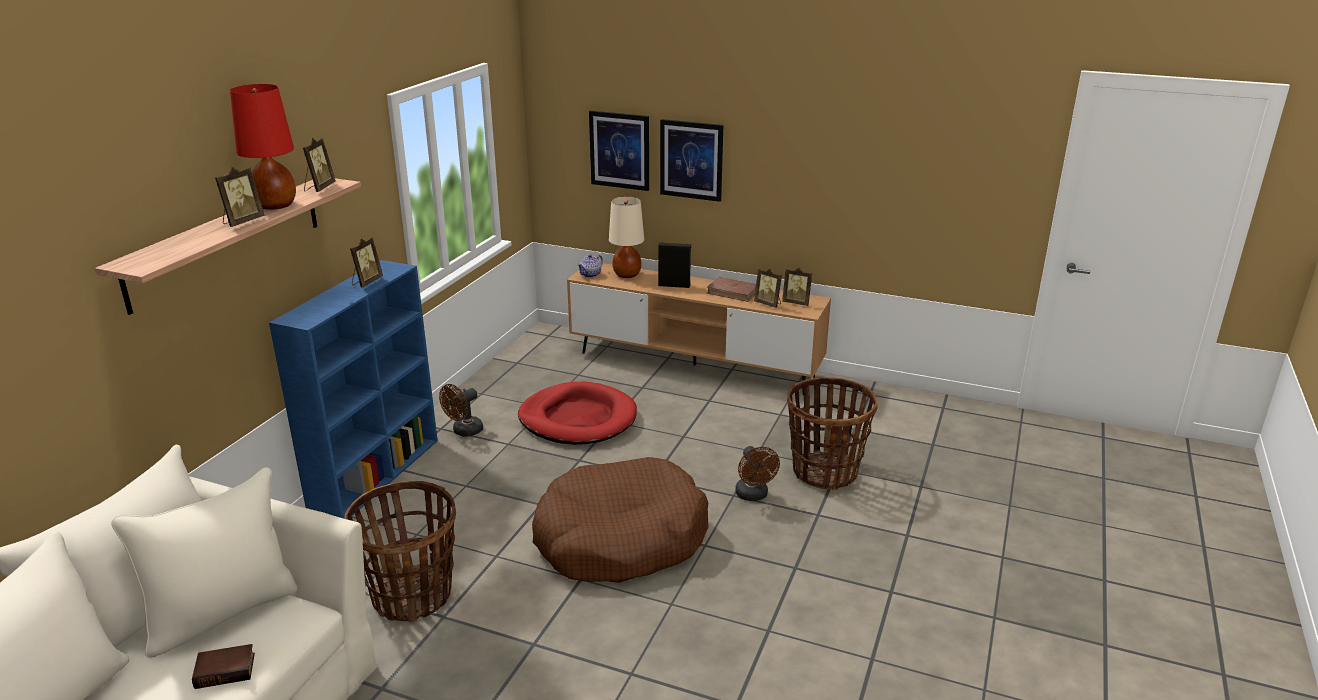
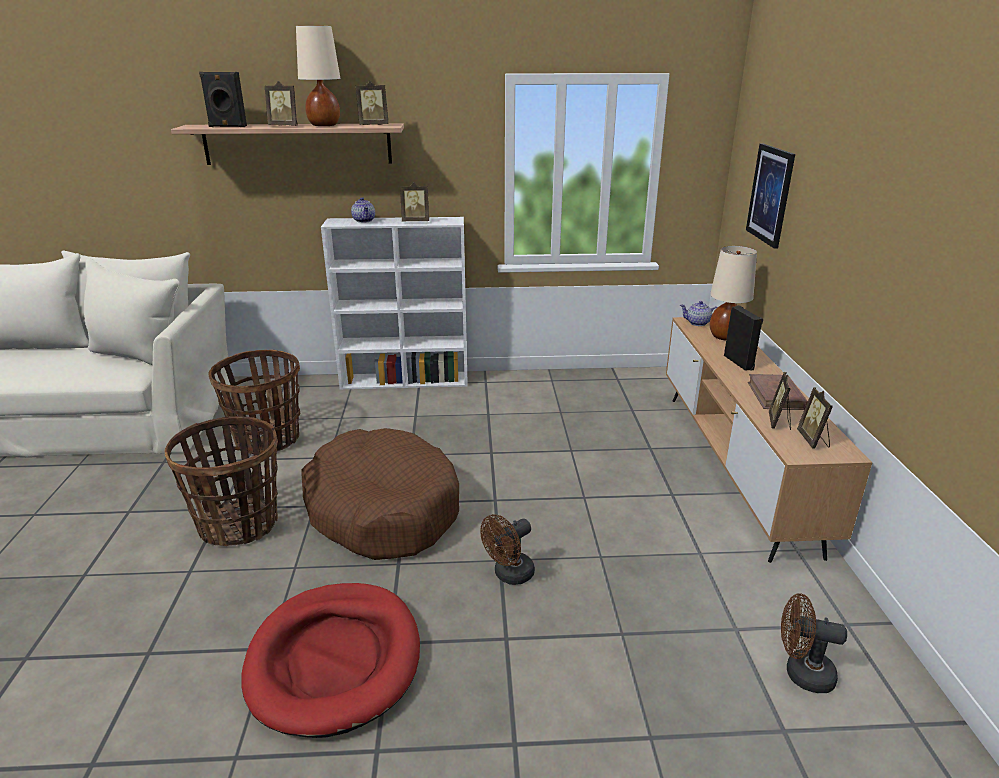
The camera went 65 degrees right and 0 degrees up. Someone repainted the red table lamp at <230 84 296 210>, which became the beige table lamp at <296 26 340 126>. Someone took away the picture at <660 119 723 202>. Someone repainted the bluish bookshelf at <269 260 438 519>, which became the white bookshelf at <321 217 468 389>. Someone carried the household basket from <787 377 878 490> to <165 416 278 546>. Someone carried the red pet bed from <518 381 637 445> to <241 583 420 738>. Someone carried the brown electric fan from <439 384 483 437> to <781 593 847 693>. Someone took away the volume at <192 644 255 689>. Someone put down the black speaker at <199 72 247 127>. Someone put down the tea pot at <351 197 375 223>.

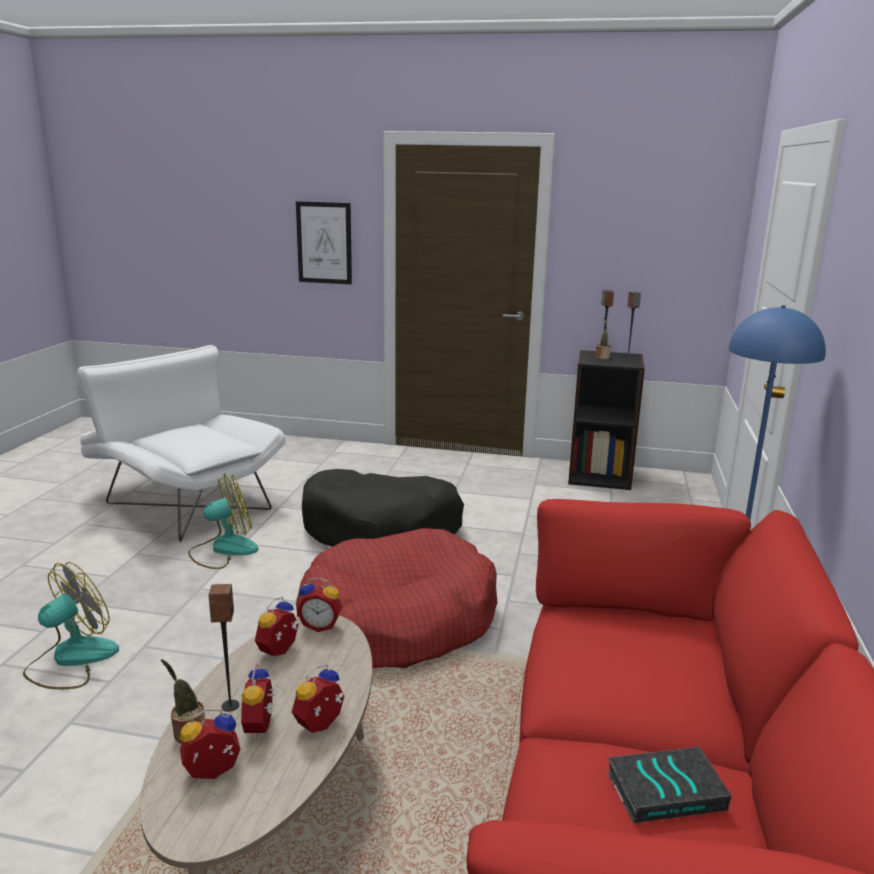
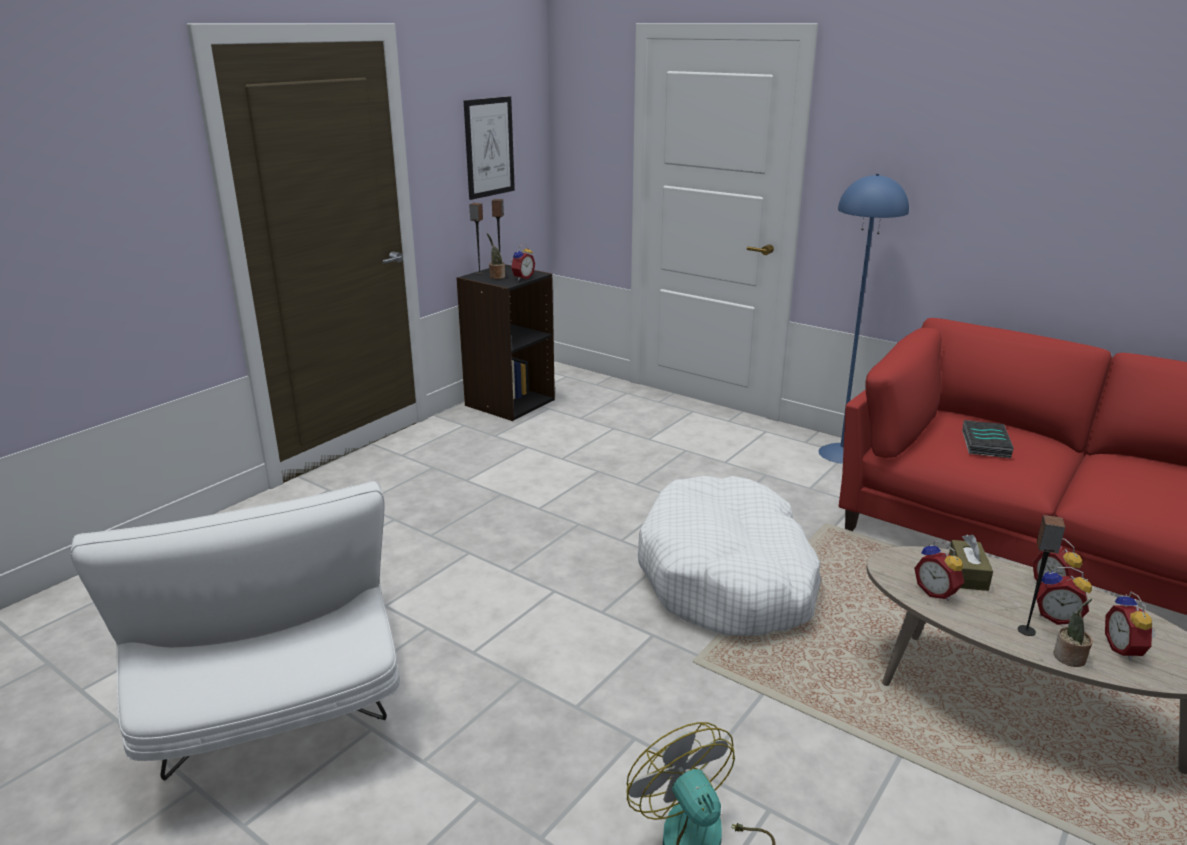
The camera went 65 degrees left and 5 degrees up. Someone carried the picture from <296 201 352 284> to <464 96 515 200>. Someone rotated the white lounge chair at <77 345 286 542> by 90 degrees counterclockwise. Someone took away the black pet bed at <302 469 464 547>. Someone took away the electric fan at <188 474 259 569>. Someone repainted the red pet bed at <296 528 498 668>, which became the white pet bed at <638 476 821 636>. Someone carried the alarm clock from <297 577 343 632> to <511 244 535 281>. Someone carried the volume from <607 747 732 823> to <962 420 1014 458>. Someone put down the brown tissue holder at <949 534 993 591>.

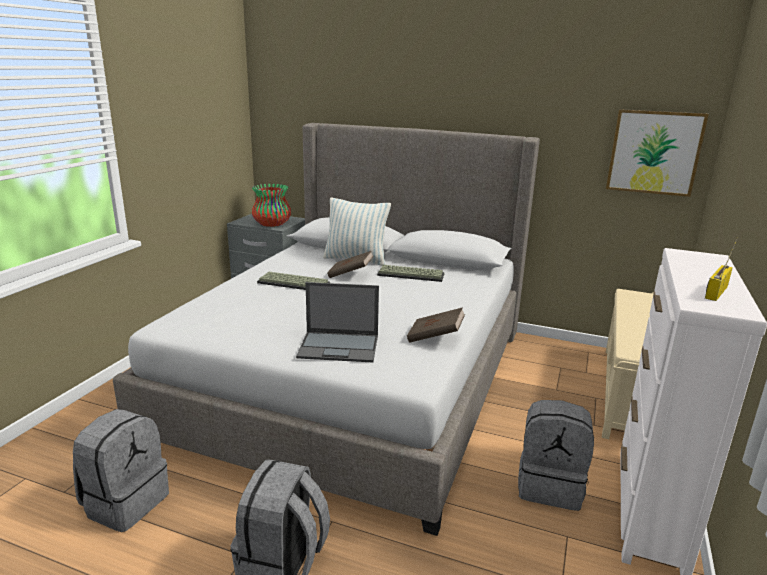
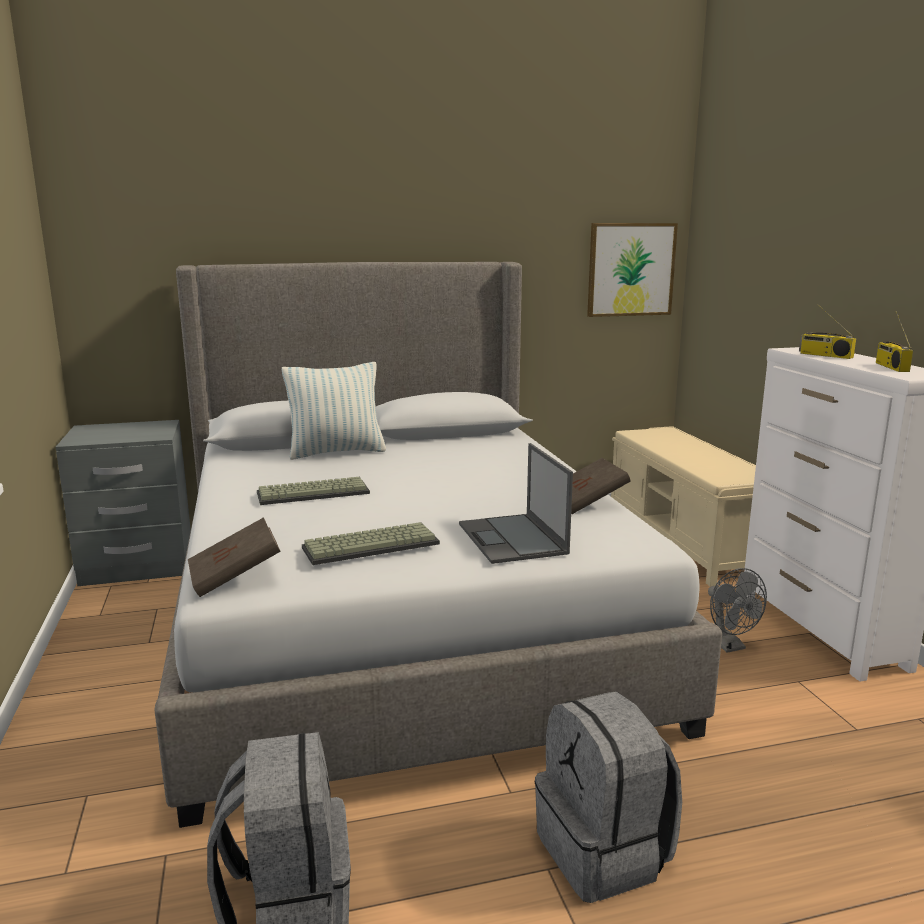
The camera went 35 degrees left and 5 degrees down. Someone took away the vase at <252 184 291 227>. Someone carried the brown volume from <327 251 374 278> to <188 517 281 597>. Someone carried the PC keyboard from <377 265 445 282> to <302 522 440 565>. Someone rotated the portable computer at <296 282 379 363> by 105 degrees clockwise. Someone swapped the greyish backpack at <518 400 594 511> for the greyish electric fan at <708 568 767 653>. Someone put down the radio at <799 304 856 359>.

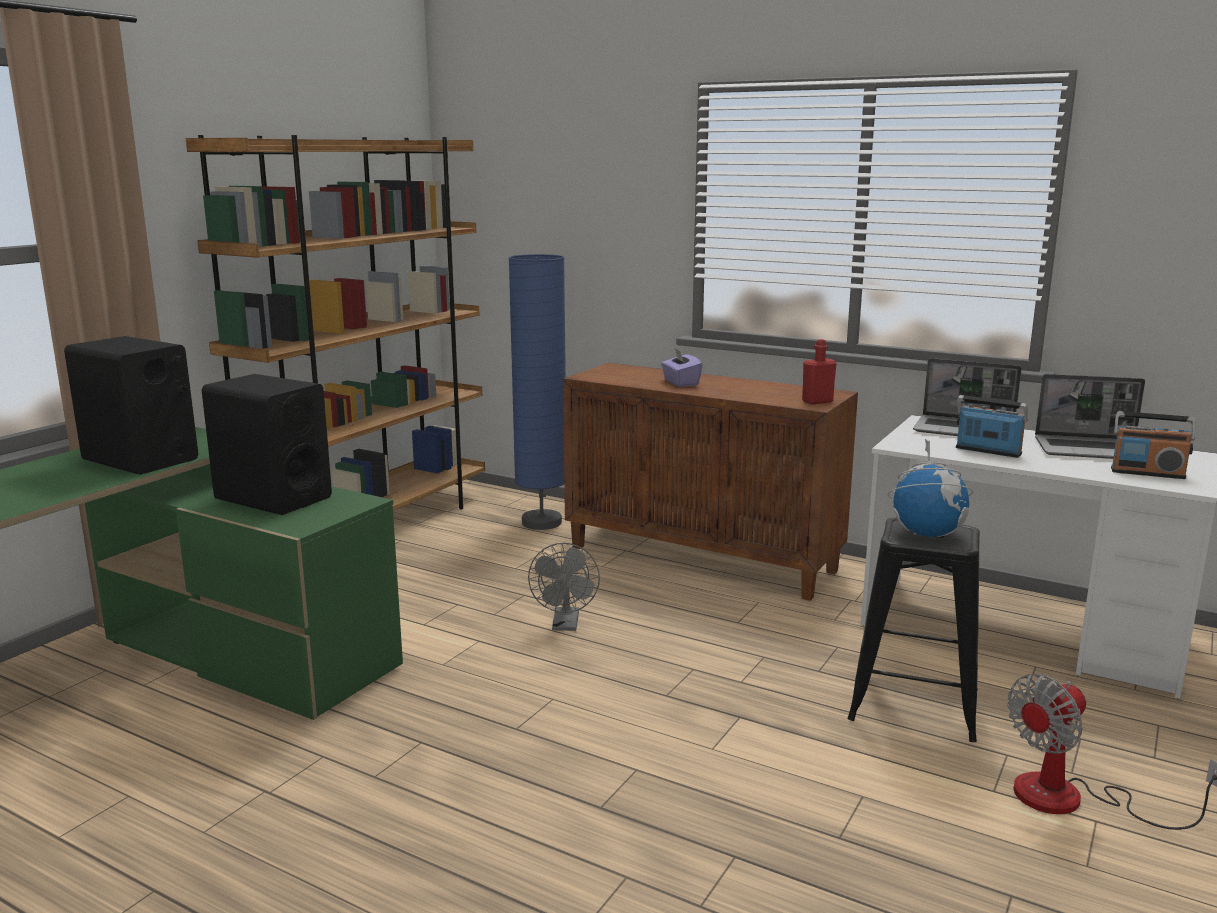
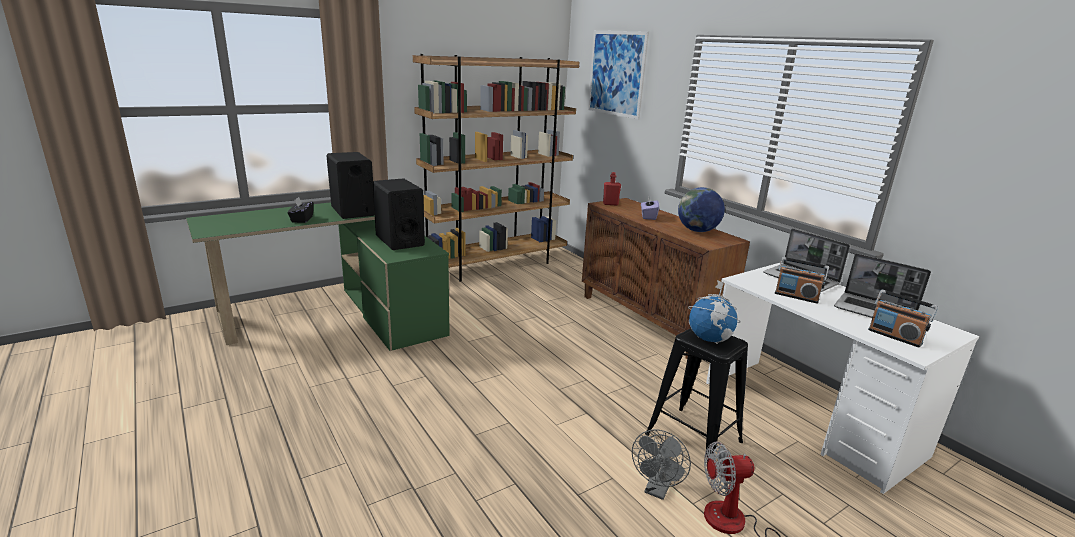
The camera went 25 degrees right and 5 degrees up. Someone took away the bluish standing lamp at <509 254 566 530>. Someone carried the red drink bottle from <802 339 837 404> to <603 172 621 205>. Someone rotated the radio at <956 395 1028 458> by 150 degrees clockwise. Someone carried the greyish electric fan from <528 543 600 631> to <632 429 691 500>. Someone put up the picture at <588 31 649 120>. Someone put down the desk globe at <678 187 725 232>. Someone put down the black tissue holder at <287 197 314 223>.

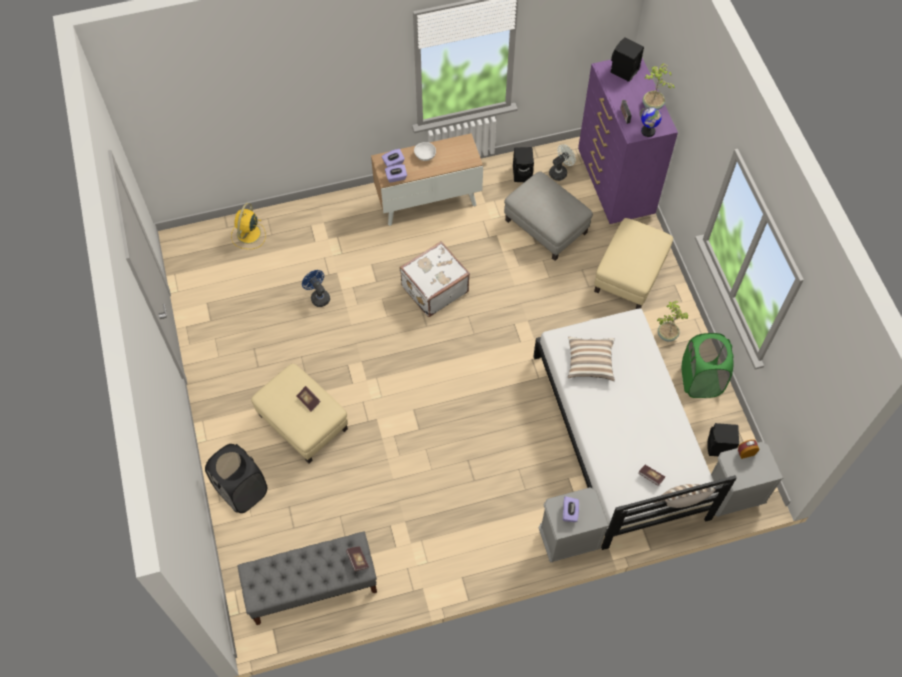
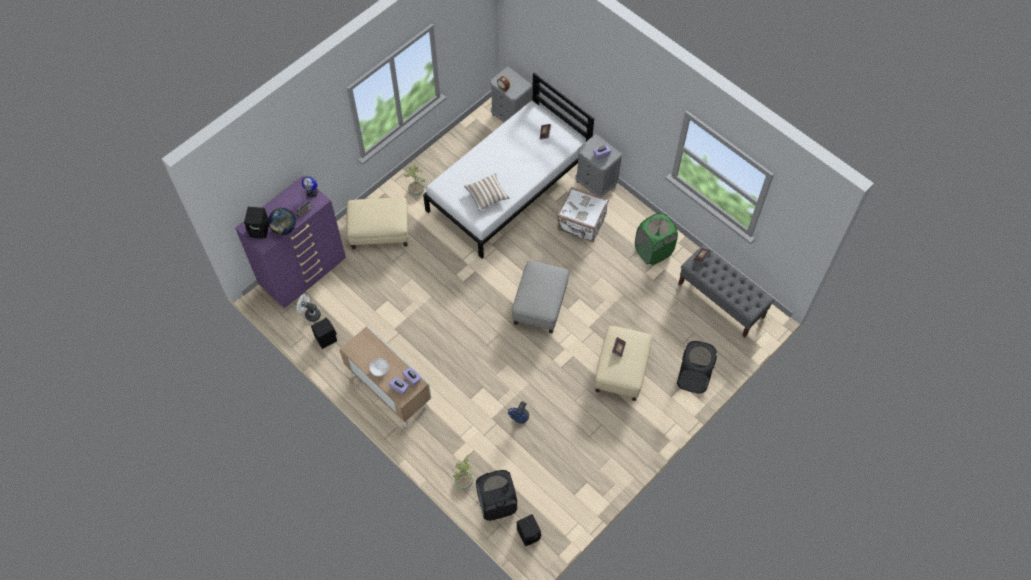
The camera went 120 degrees left and 0 degrees up. Someone carried the potted plant from <643 63 674 110> to <453 455 473 489>. Someone carried the greyish ottoman from <504 171 593 261> to <512 261 569 333>. Someone swapped the yellow electric fan at <231 203 266 249> for the black laundry basket at <476 470 517 521>. Someone carried the white piece of luggage from <400 241 470 317> to <557 187 608 242>. Someone carried the greenish laundry basket from <682 333 734 398> to <635 213 678 265>. Someone carried the black speaker from <707 423 739 456> to <517 514 541 546>. Someone took away the throw pillow at <654 484 715 508>. Someone put down the desk globe at <268 208 296 235>.

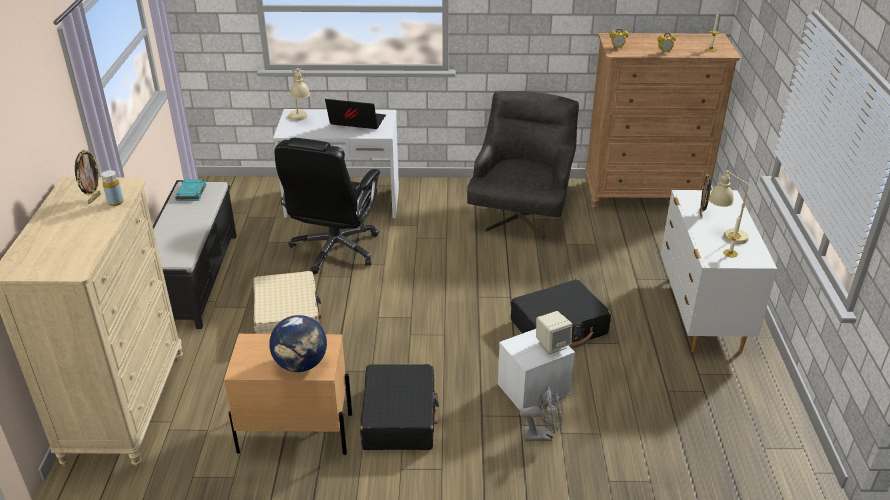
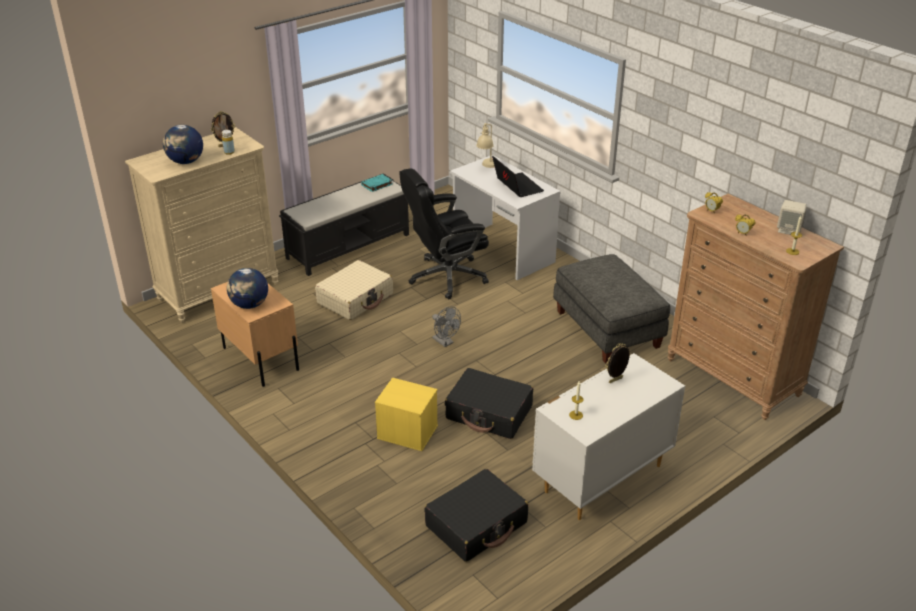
The camera went 50 degrees right and 0 degrees up. Someone swapped the greyish lounge chair at <467 91 579 239> for the greyish ottoman at <553 254 670 364>. Someone took away the beige table lamp at <709 170 749 244>. Someone carried the beige speaker from <536 311 572 355> to <777 200 807 235>. Someone repainted the white storage container at <497 329 575 410>, which became the yellow storage container at <375 377 438 451>. Someone carried the black piece of luggage from <360 364 439 450> to <424 469 528 562>. Someone carried the greyish electric fan from <519 385 563 441> to <432 307 461 347>. Someone put down the desk globe at <163 125 203 164>.

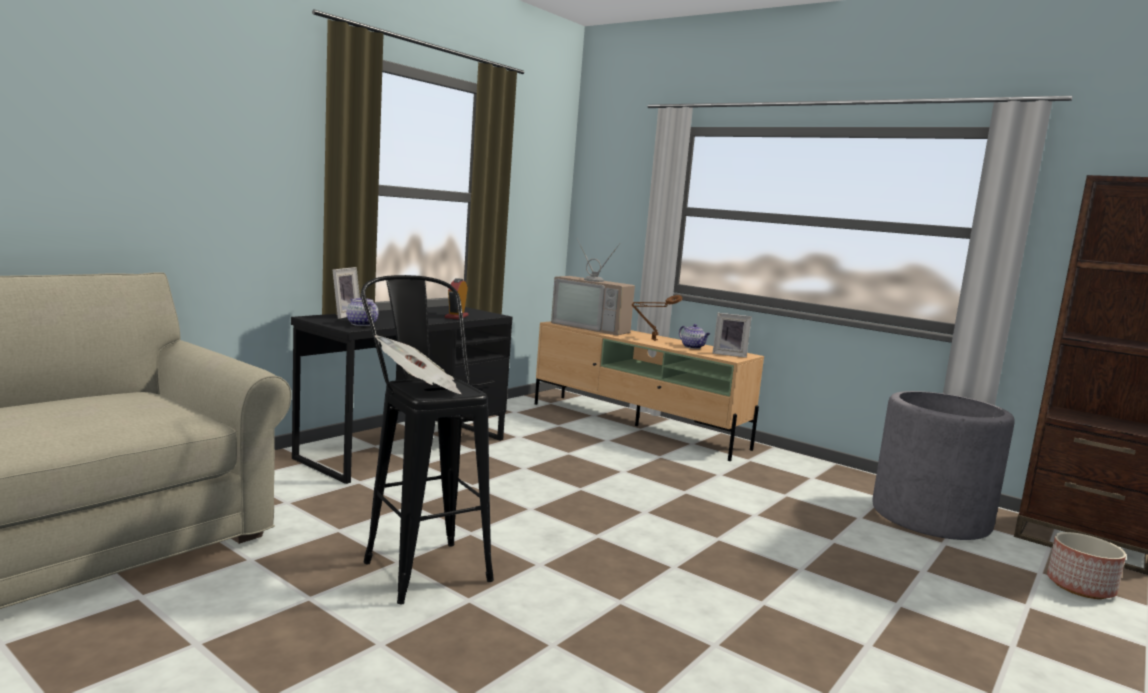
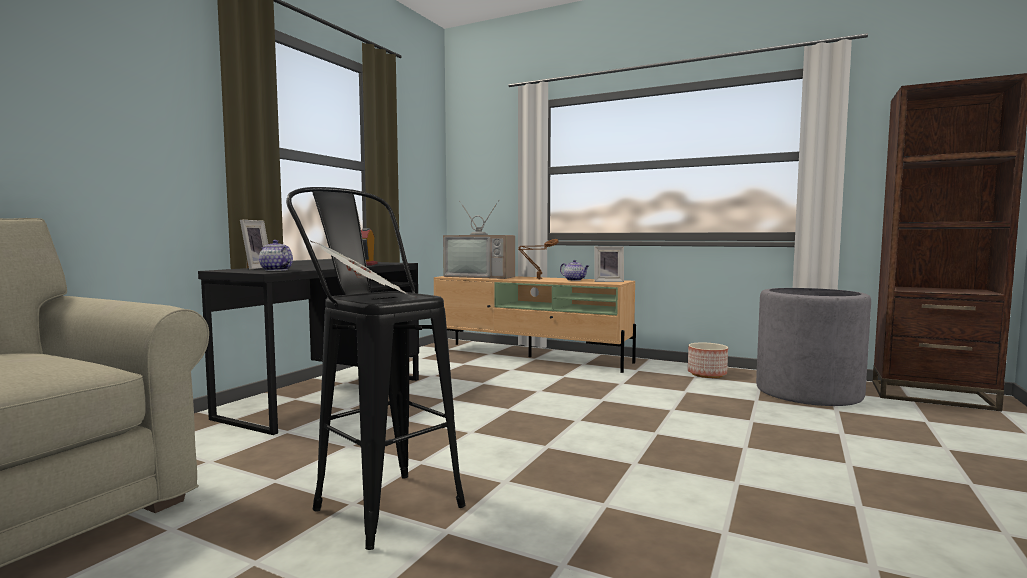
The camera went 10 degrees left and 5 degrees down. Someone carried the planter from <1047 532 1126 599> to <688 342 728 378>.

